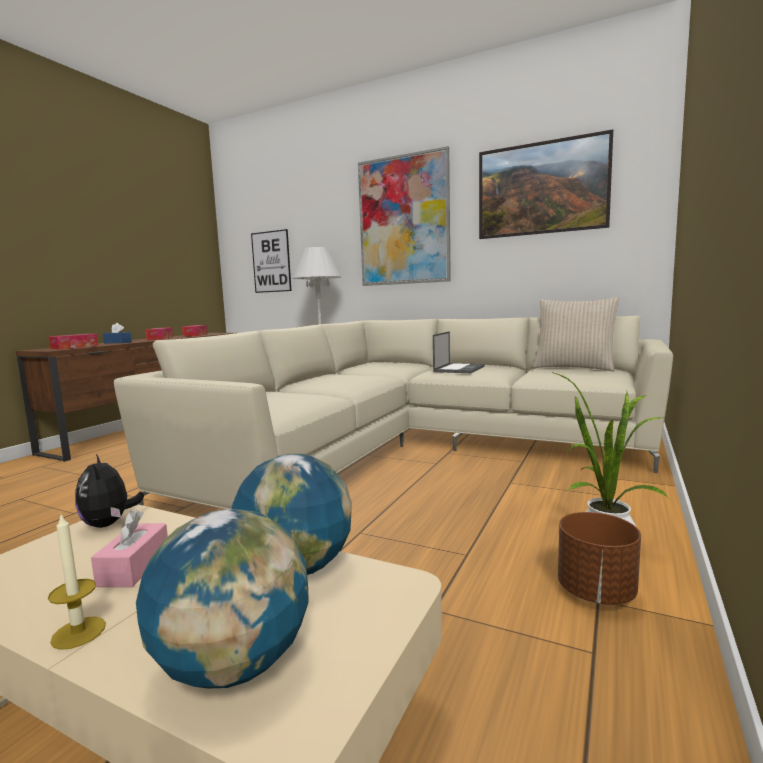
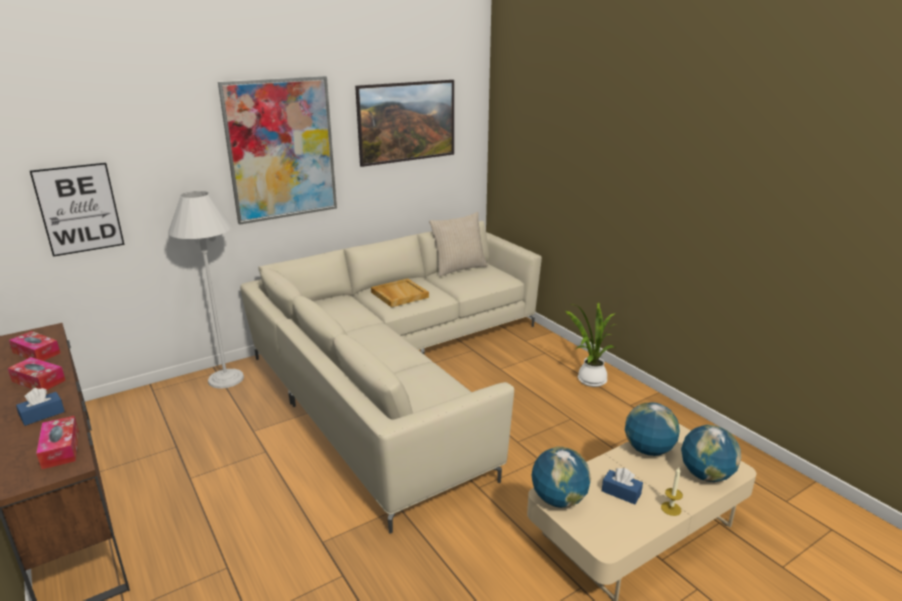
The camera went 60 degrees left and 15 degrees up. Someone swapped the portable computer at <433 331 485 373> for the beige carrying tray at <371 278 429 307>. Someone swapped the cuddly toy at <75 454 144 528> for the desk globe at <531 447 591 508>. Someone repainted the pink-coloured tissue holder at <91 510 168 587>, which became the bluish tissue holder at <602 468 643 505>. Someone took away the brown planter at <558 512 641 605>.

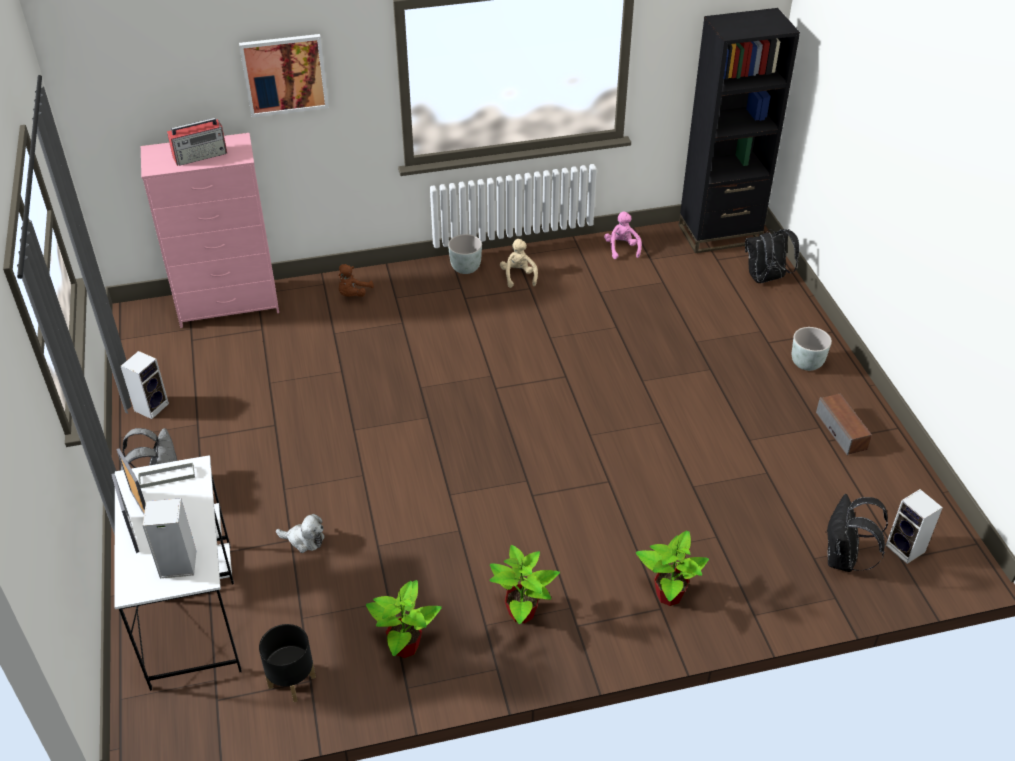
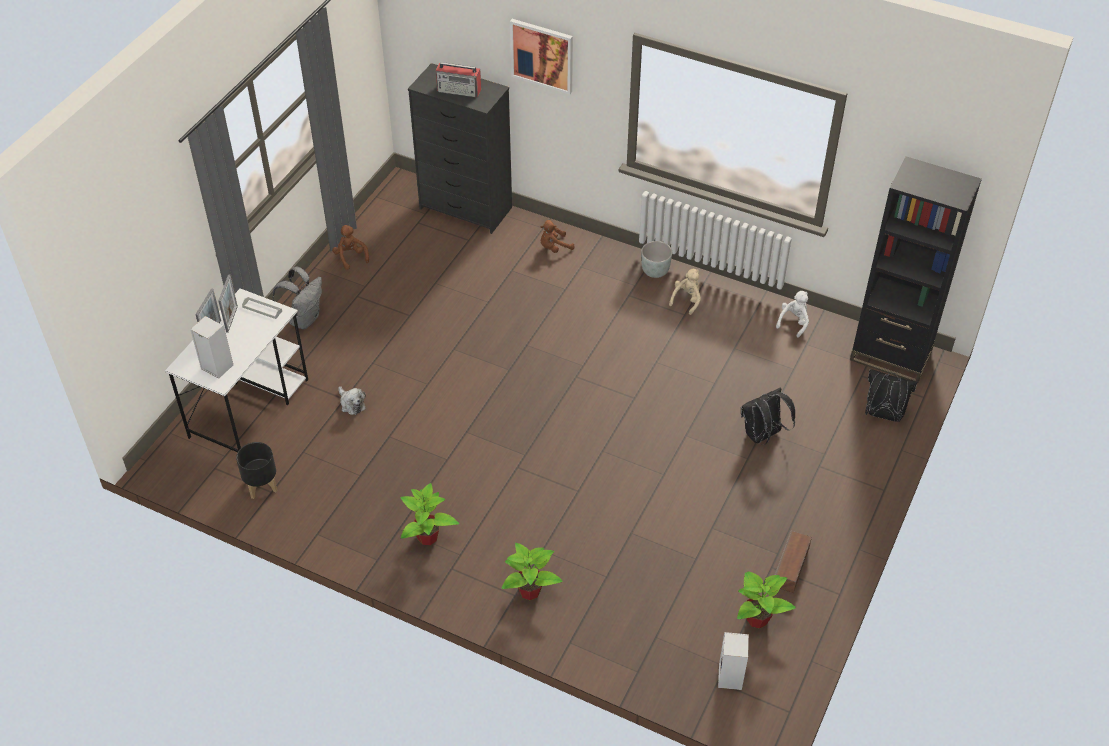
The camera went 40 degrees right and 5 degrees up. Someone repainted the pink-coloured drawer chest at <141 133 279 328>, which became the black drawer chest at <408 63 512 234>. Someone repainted the pink-coloured cuddly toy at <604 212 642 259>, which became the white cuddly toy at <776 291 809 338>. Someone took away the greyish planter at <792 327 832 371>. Someone swapped the speaker at <121 351 169 419> for the brown cuddly toy at <332 225 369 270>. Someone carried the black backpack from <827 494 888 572> to <741 387 795 445>. Someone carried the potted plant from <366 580 442 658> to <737 571 796 629>.

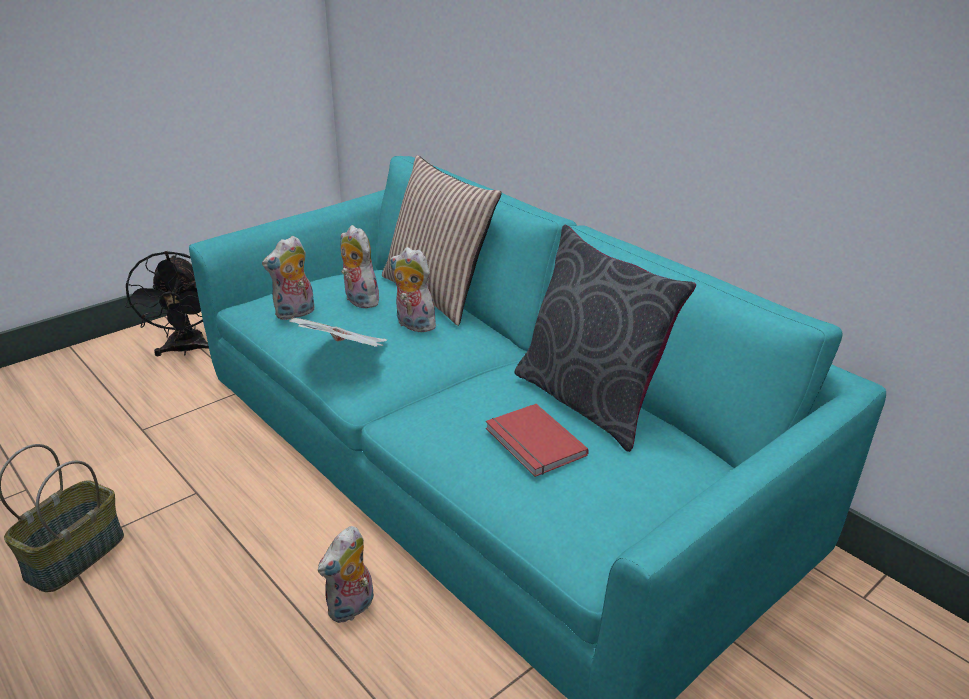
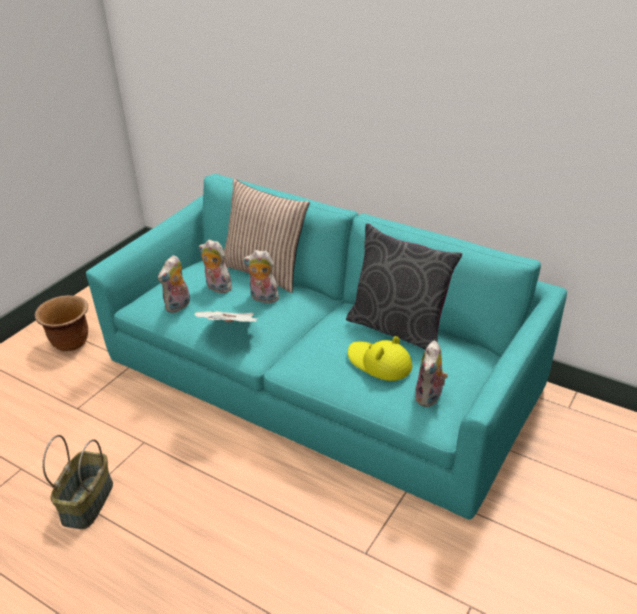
The camera went 15 degrees left and 5 degrees up. Someone swapped the black electric fan at <125 251 209 356> for the brown planter at <35 295 88 351>. Someone swapped the red volume at <486 404 589 477> for the yellow clothing hat at <348 336 412 381>. Someone carried the cuddly toy from <318 526 374 623> to <415 340 448 407>.

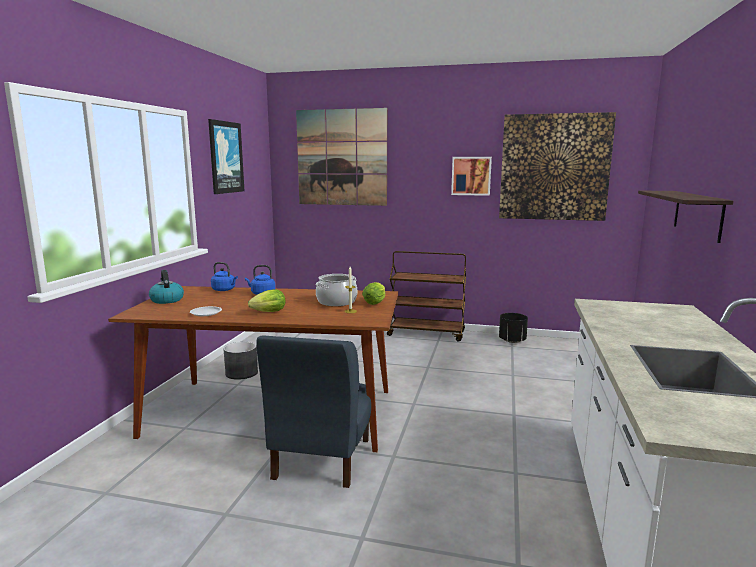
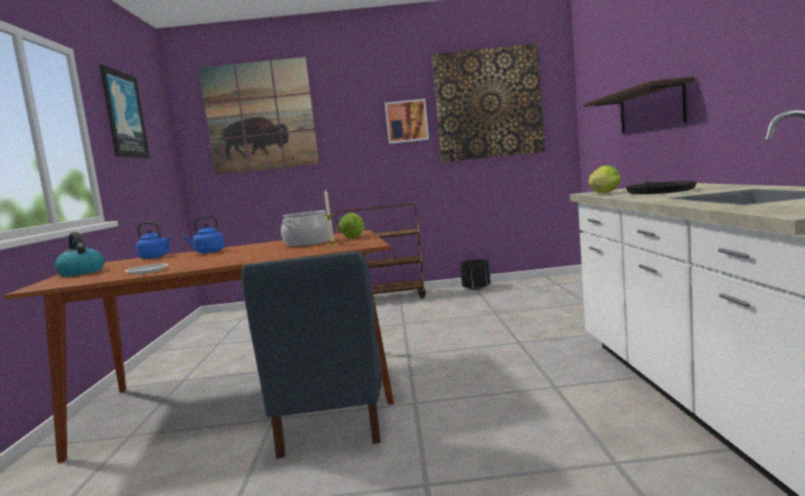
The camera went 15 degrees left and 5 degrees down. Someone carried the lettuce head from <248 289 285 312> to <589 165 621 193>. Someone took away the greyish planter at <223 342 258 380>. Someone put down the black skillet at <626 181 697 194>.

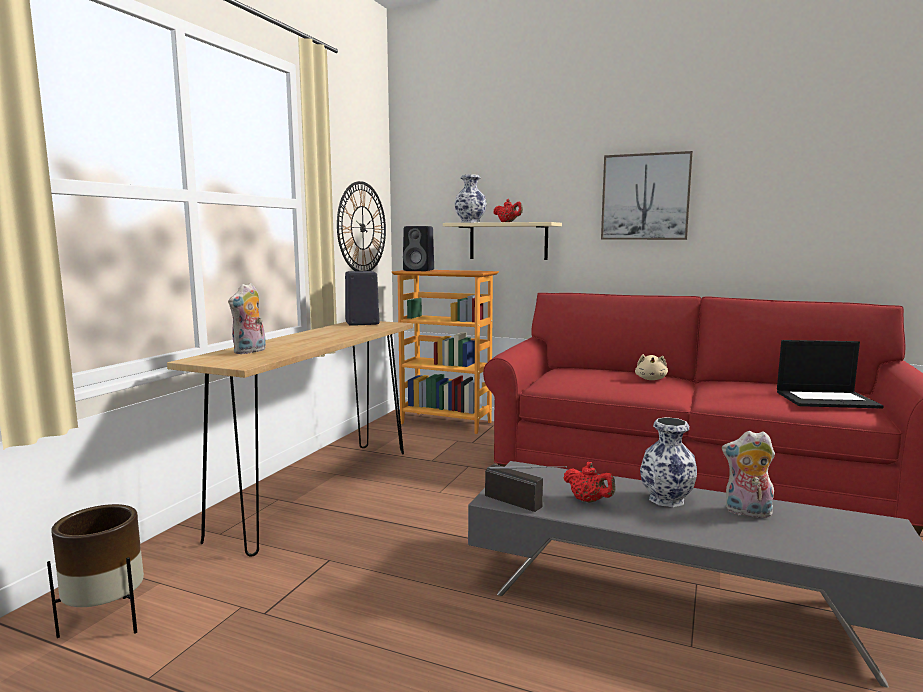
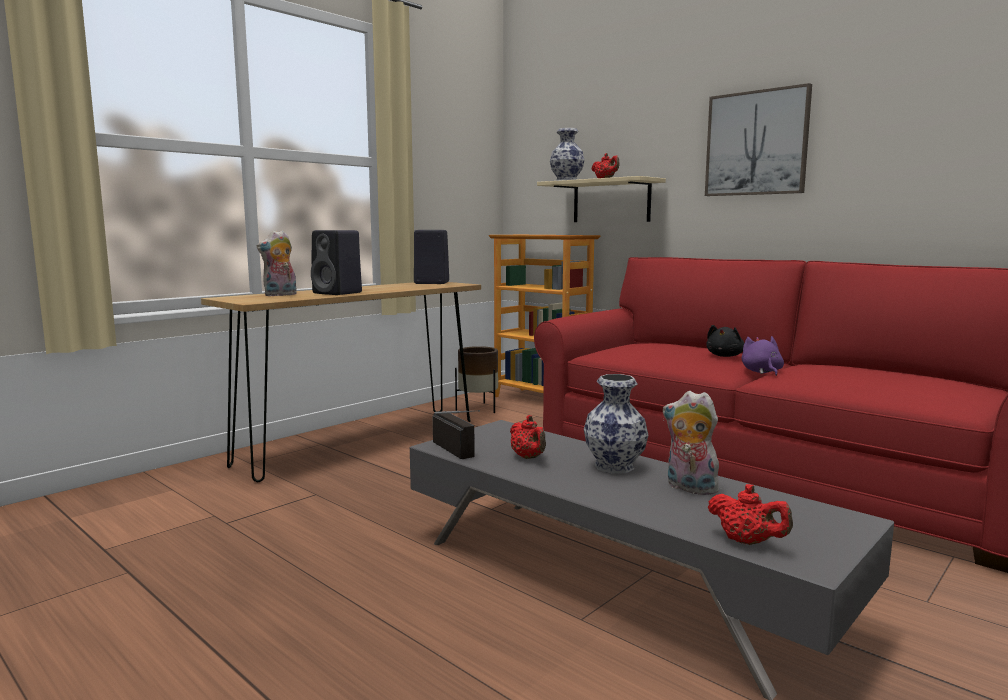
The camera went 20 degrees right and 0 degrees up. Someone took away the clock on the wall at <337 181 386 271>. Someone carried the black speaker from <403 226 434 271> to <311 230 362 295>. Someone took away the portable computer at <777 340 884 408>. Someone repainted the beige cuddly toy at <635 354 668 380>, which became the black cuddly toy at <707 325 744 357>. Someone carried the brown planter from <47 504 144 638> to <455 346 498 413>. Someone put down the purple-coloured cuddly toy at <742 336 784 376>. Someone put down the red tea pot at <708 484 793 545>.

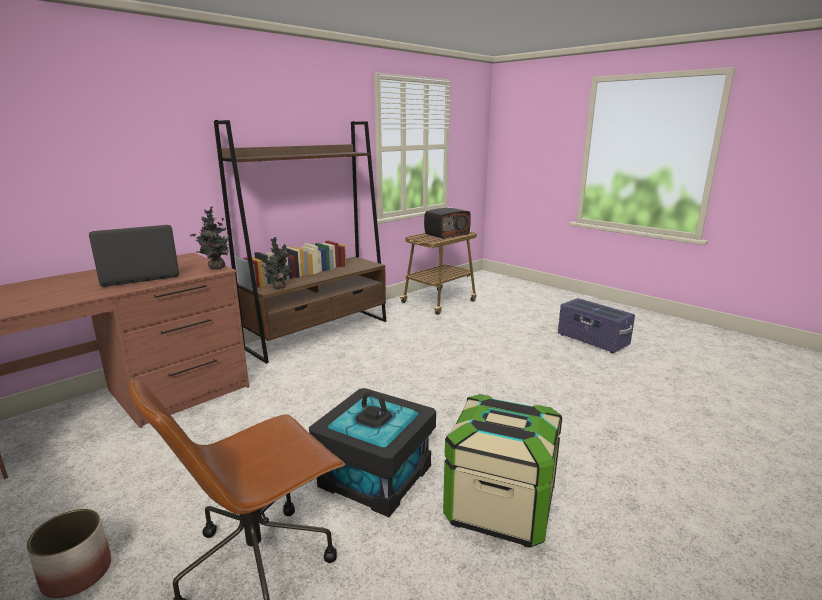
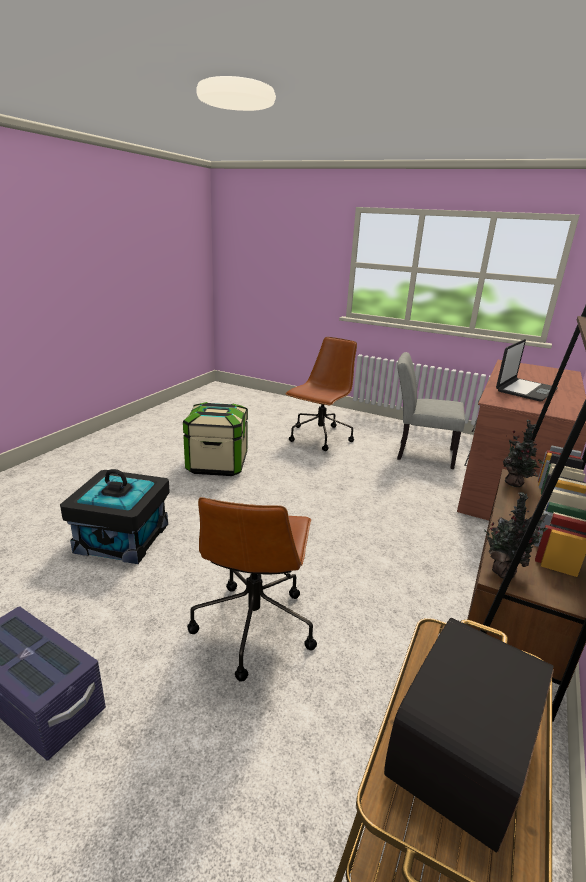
The camera went 160 degrees right and 5 degrees up. Someone carried the potted plant from <190 206 230 270> to <484 492 548 579>. Someone carried the black storage container from <309 388 436 517> to <60 469 170 564>. Someone took away the planter at <26 509 111 598>. Someone put down the greyish upright chair at <397 352 465 469>. Someone put down the brown office chair at <187 497 317 681>.

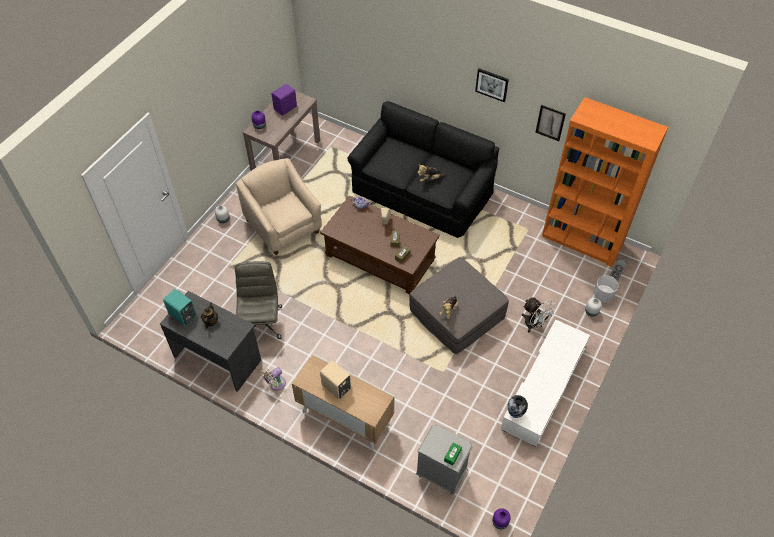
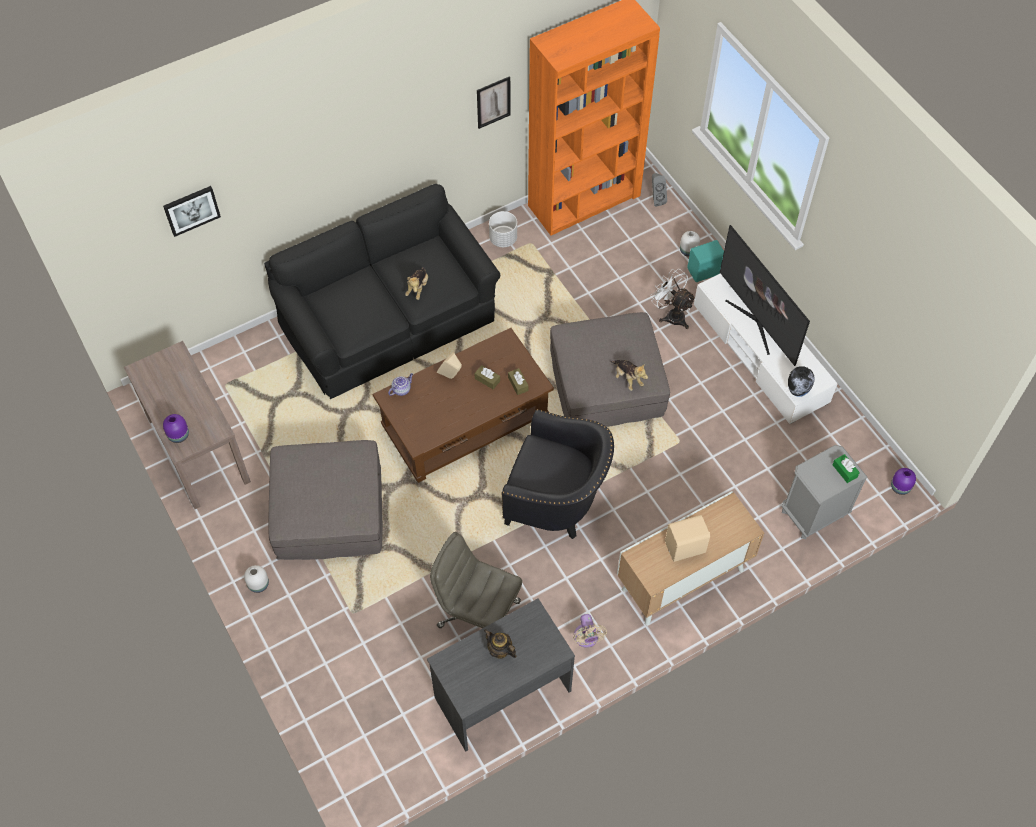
The camera went 60 degrees left and 5 degrees up. Someone carried the picture from <475 68 509 102> to <163 186 221 237>. Someone took away the purple-coloured speaker at <271 84 297 116>. Someone swapped the beige lounge chair at <236 158 322 255> for the greyish ottoman at <268 440 383 560>. Someone carried the white planter from <594 276 619 302> to <489 211 517 247>. Someone carried the blue-green speaker from <163 289 197 326> to <688 240 724 282>. Someone rotated the white electric fan at <522 297 557 332> by 120 degrees counterclockwise. Someone put down the television at <720 225 810 366>. Someone put down the black lounge chair at <501 409 614 539>.

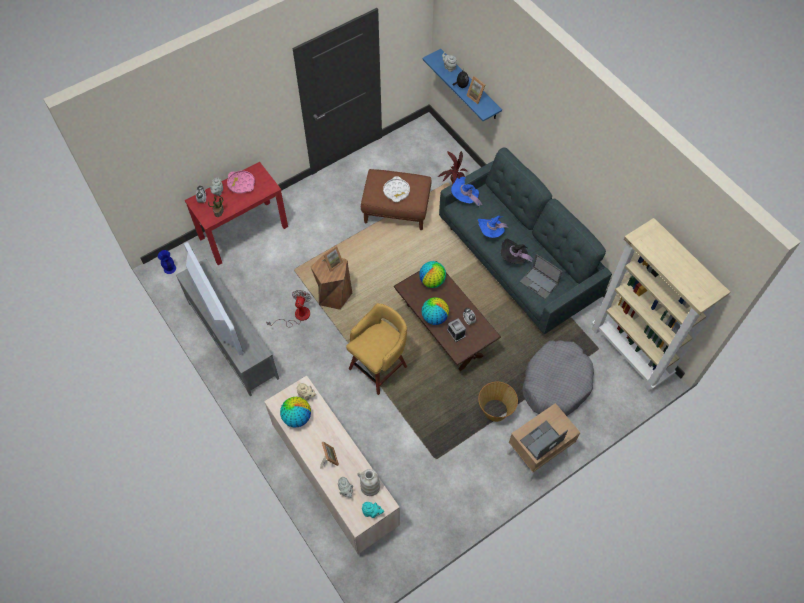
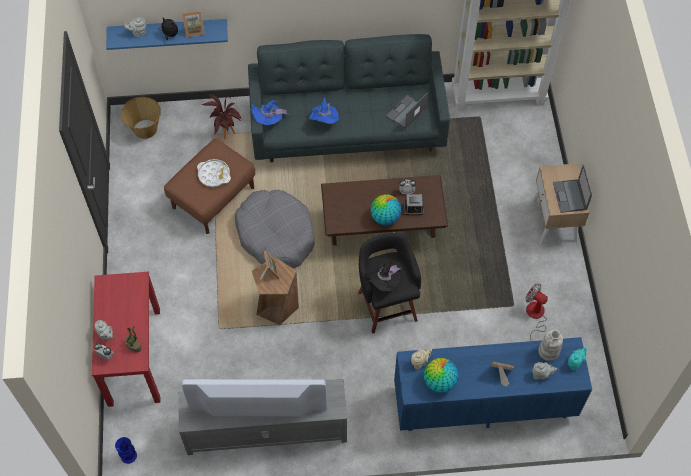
The camera went 60 degrees left and 0 degrees up. Someone took away the pink-coloured carrying tray at <227 171 255 194>. Someone carried the black clothing hat from <501 238 533 264> to <365 260 402 291>. Someone rotated the portable computer at <520 254 562 299> by 150 degrees clockwise. Someone took away the desk globe at <419 261 446 288>. Someone carried the electric fan from <266 290 311 327> to <525 283 548 340>. Someone repainted the yellow sitting stool at <346 303 407 395>, which became the black sitting stool at <358 233 421 334>. Someone carried the greyish pet bed from <522 340 594 416> to <235 190 314 269>. Someone repainted the beige drawer chest at <264 376 400 554>, which became the bluish drawer chest at <394 337 592 431>. Someone carried the household basket from <478 382 518 422> to <121 97 161 139>.

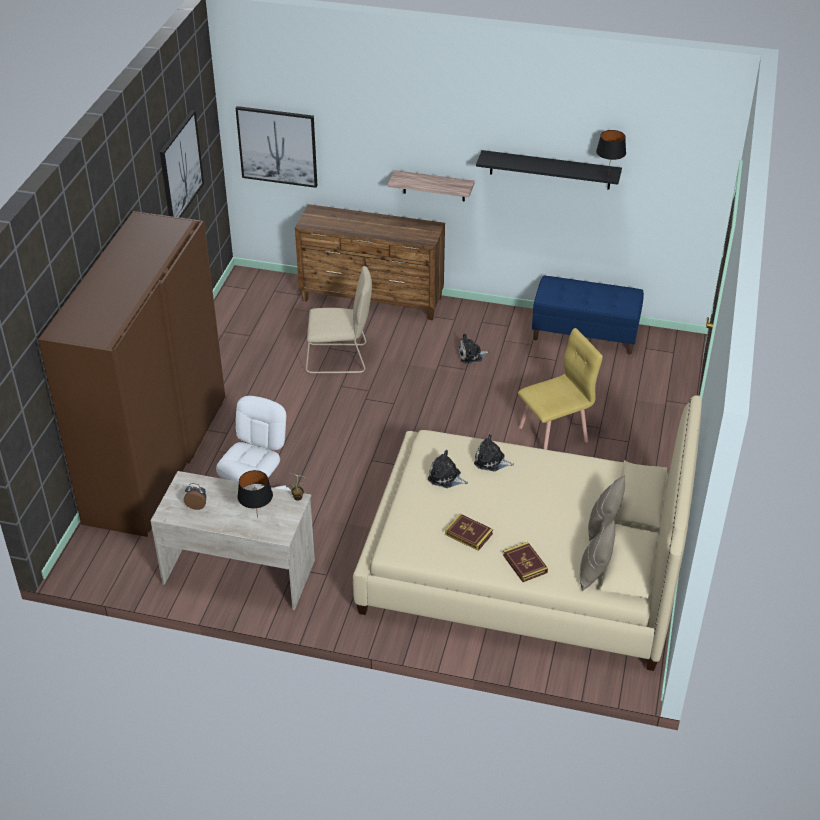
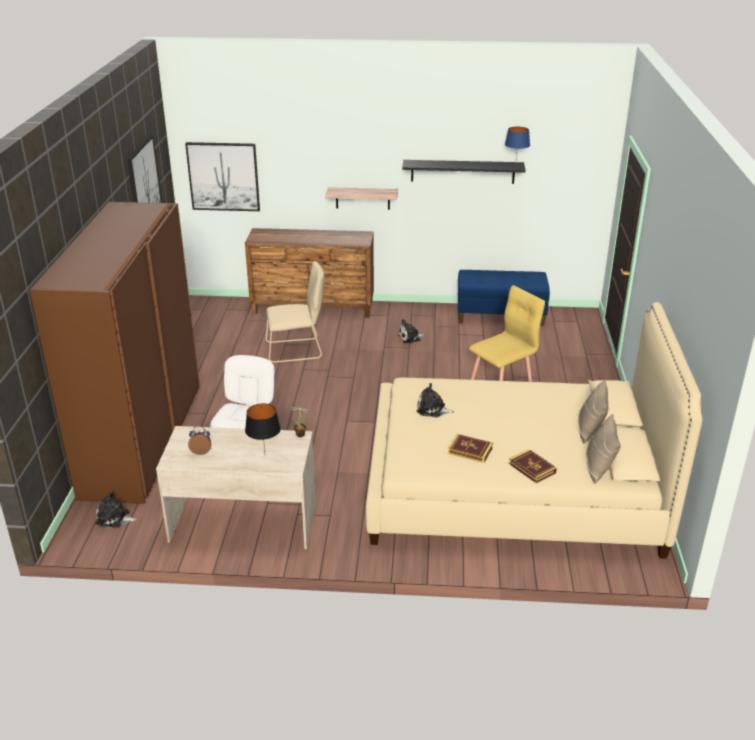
The camera went 10 degrees left and 10 degrees down. Someone repainted the black table lamp at <596 130 626 176>, which became the bluish table lamp at <505 127 530 167>. Someone carried the cuddly toy from <474 434 514 471> to <96 491 137 528>.

